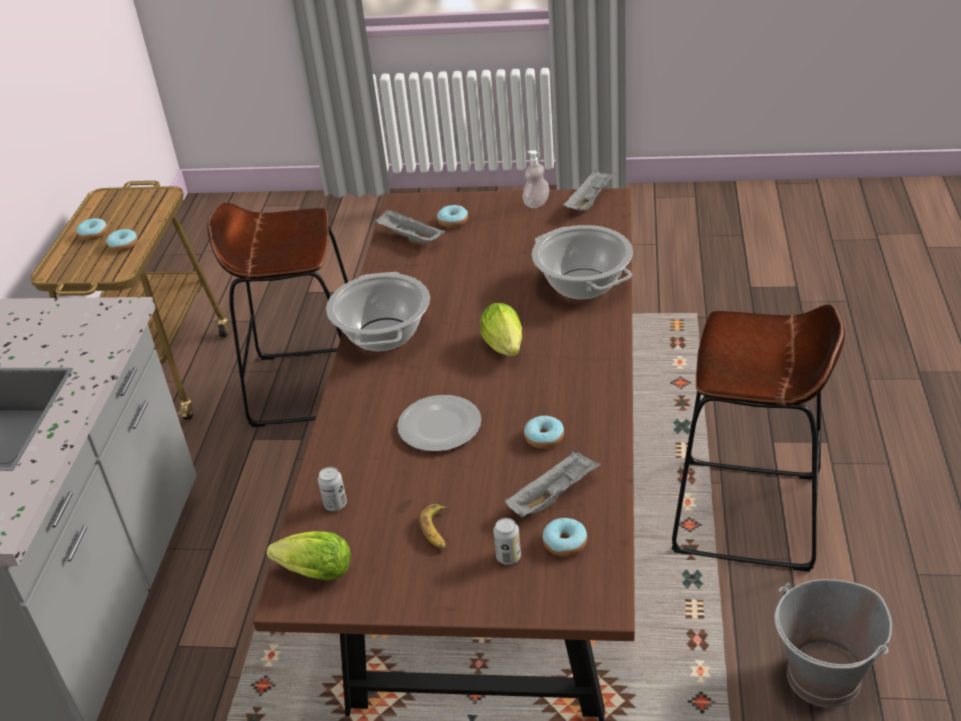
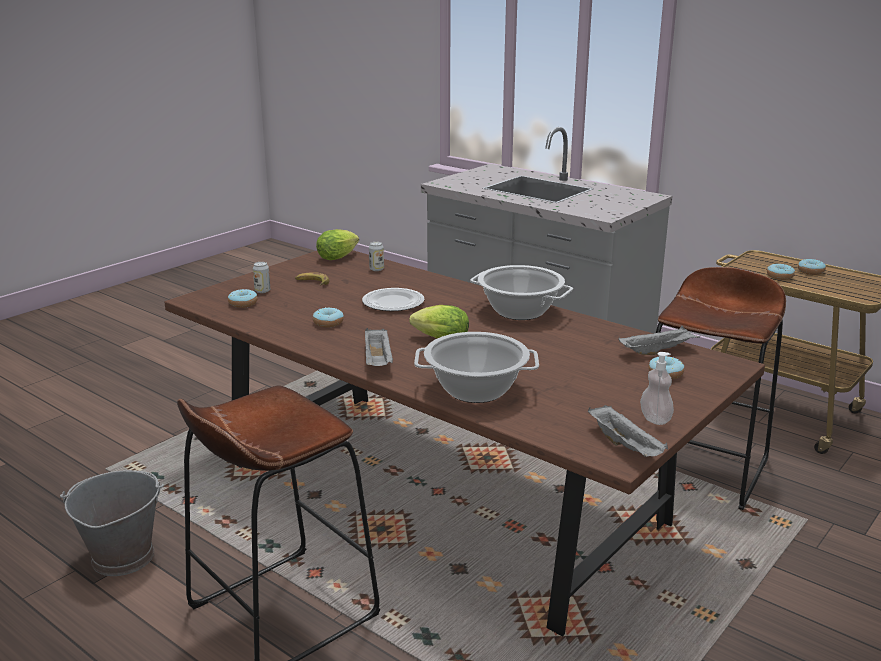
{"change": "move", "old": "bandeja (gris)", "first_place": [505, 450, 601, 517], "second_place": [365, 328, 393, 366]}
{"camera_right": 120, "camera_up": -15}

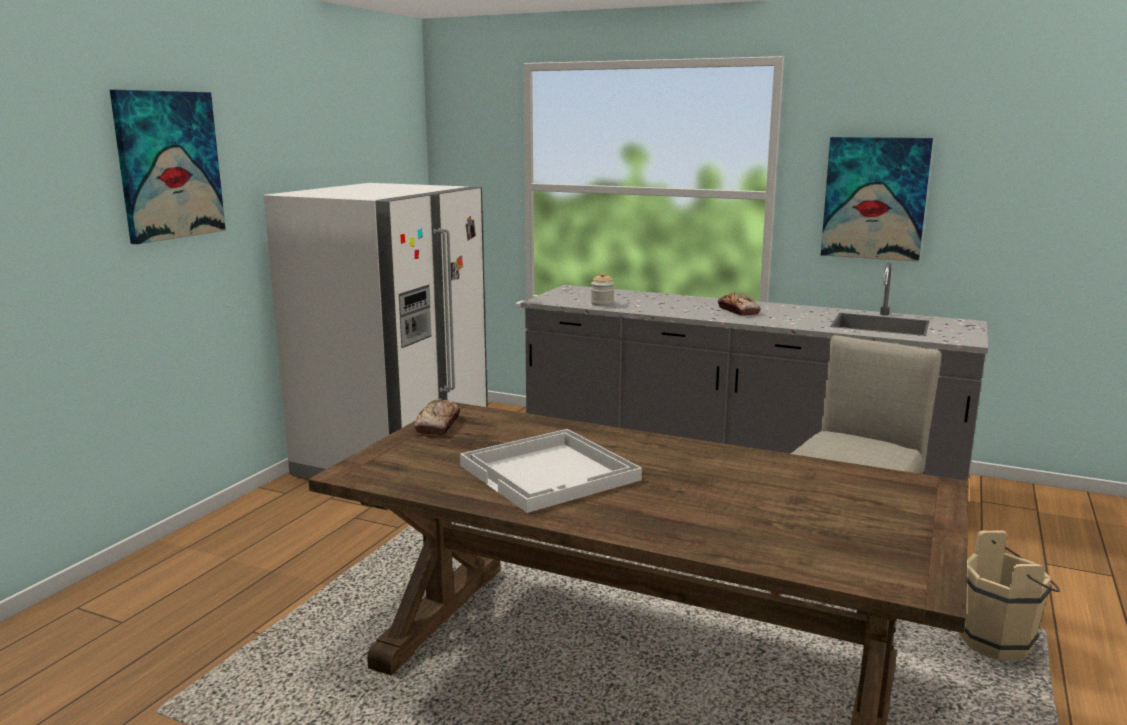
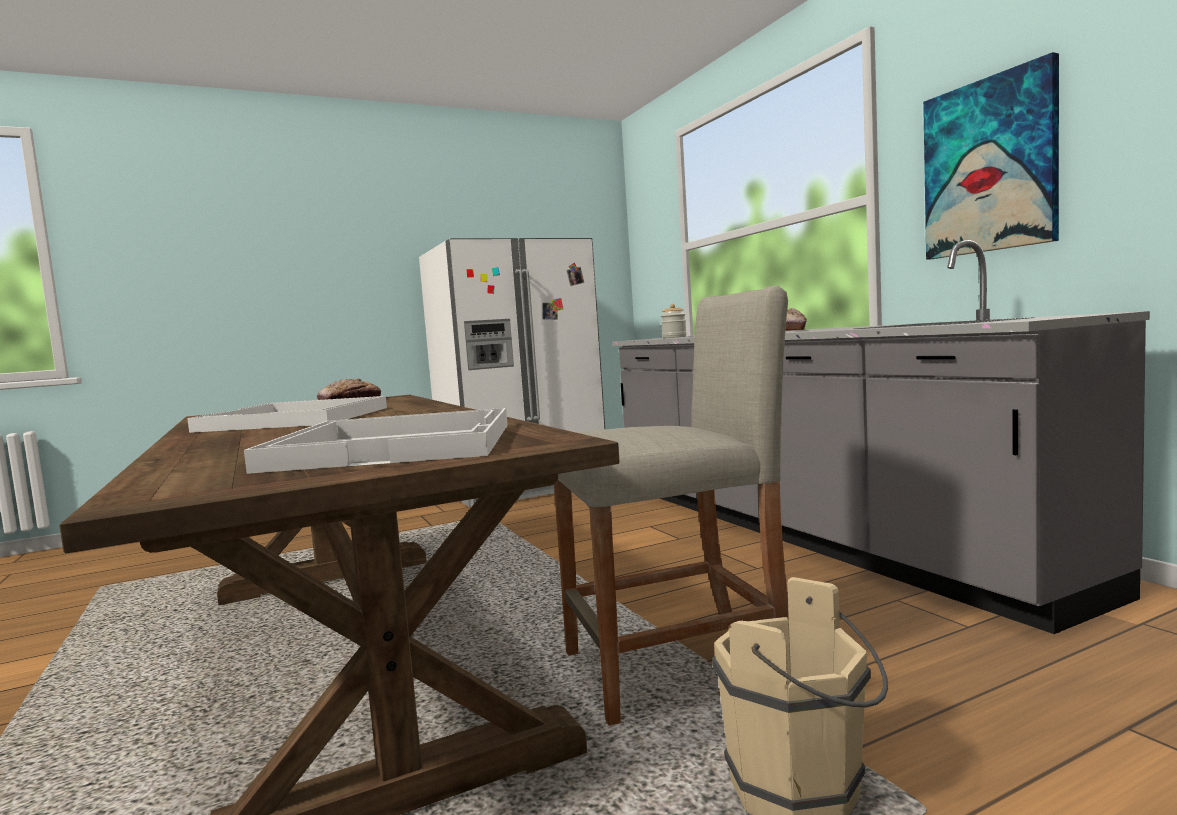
{"change": "delete", "old": "cuadro", "first_place": [110, 90, 226, 244]}
{"change": "insert", "new": "bandeja (blanco)", "second_place": [244, 408, 508, 474]}
{"camera_right": 40, "camera_up": -10}

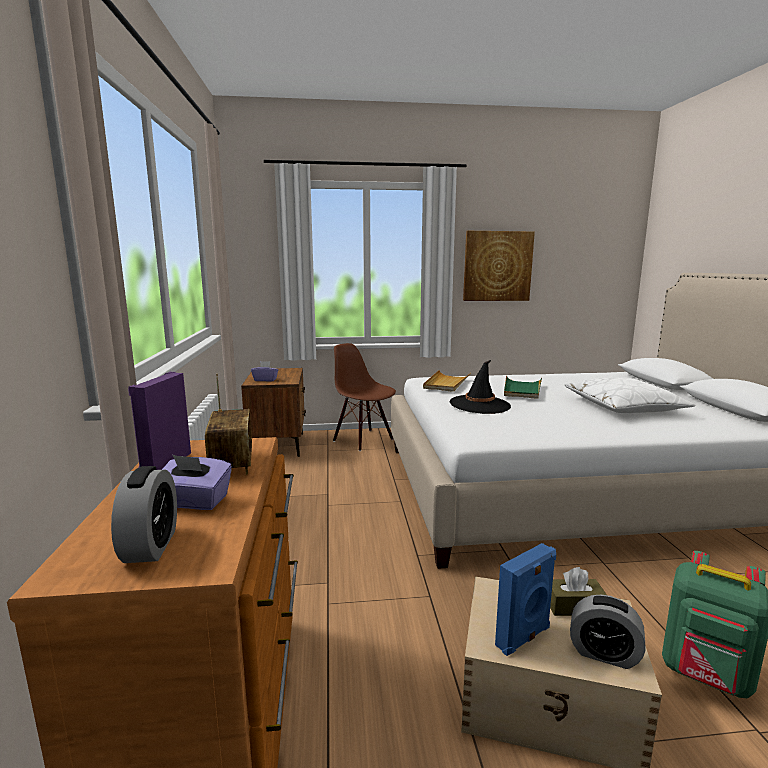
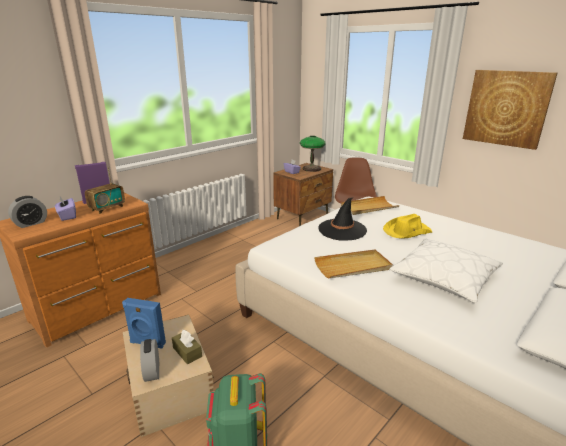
{"change": "insert", "new": "lámpara de mesa", "second_place": [300, 136, 326, 172]}
{"change": "insert", "new": "bandeja (beis)", "second_place": [314, 250, 393, 278]}
{"change": "replace", "old": "bandeja (verde)", "new": "sombrero (amarillo)", "first_place": [504, 375, 542, 399], "second_place": [383, 214, 433, 238]}
{"camera_right": 50, "camera_up": 10}

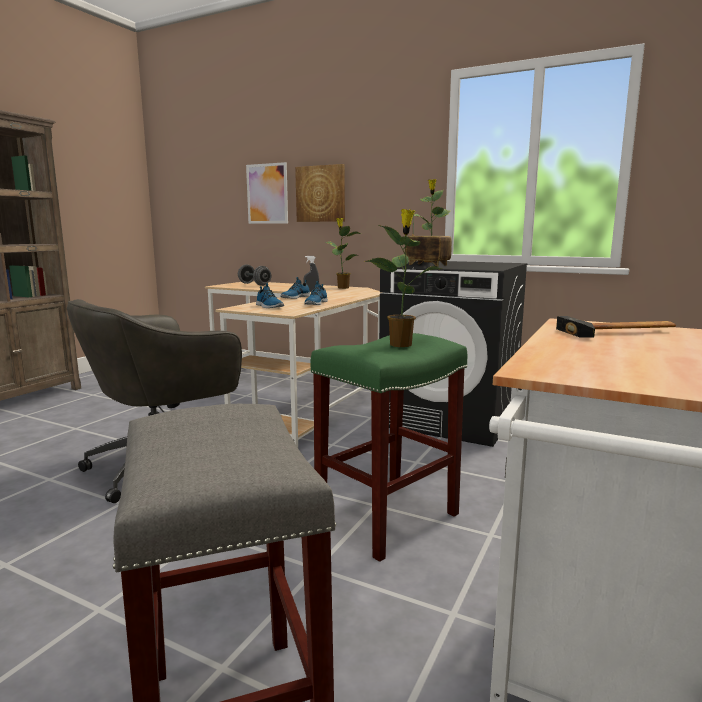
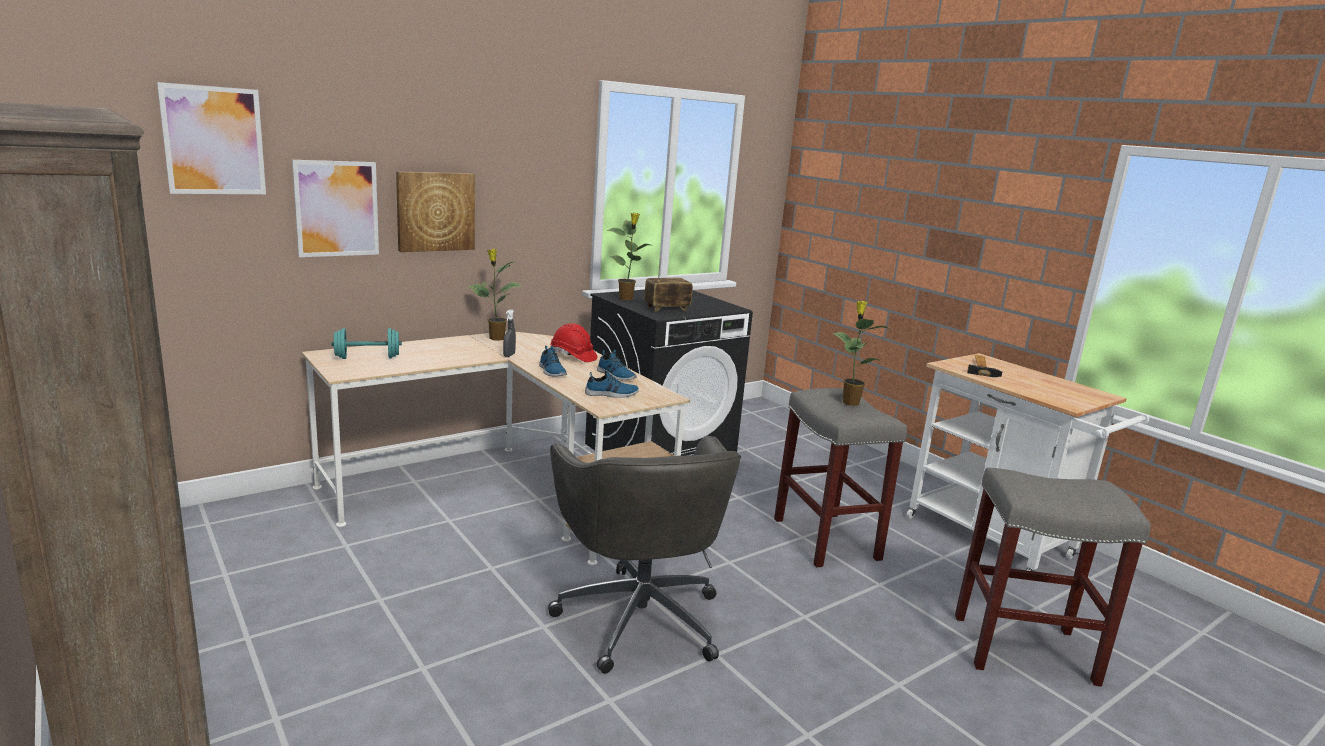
{"change": "insert", "new": "cuadro", "second_place": [157, 82, 266, 194]}
{"change": "insert", "new": "casco (rojo)", "second_place": [550, 323, 598, 362]}
{"change": "recolor", "old": "mancuerna (gris)", "new": "mancuerna (turquesa)", "first_place": [238, 264, 272, 286], "second_place": [332, 328, 402, 359]}
{"change": "recolor", "old": "taburete (verde)", "new": "taburete (gris)", "first_place": [311, 333, 467, 562], "second_place": [774, 388, 907, 567]}
{"camera_right": -65, "camera_up": 5}

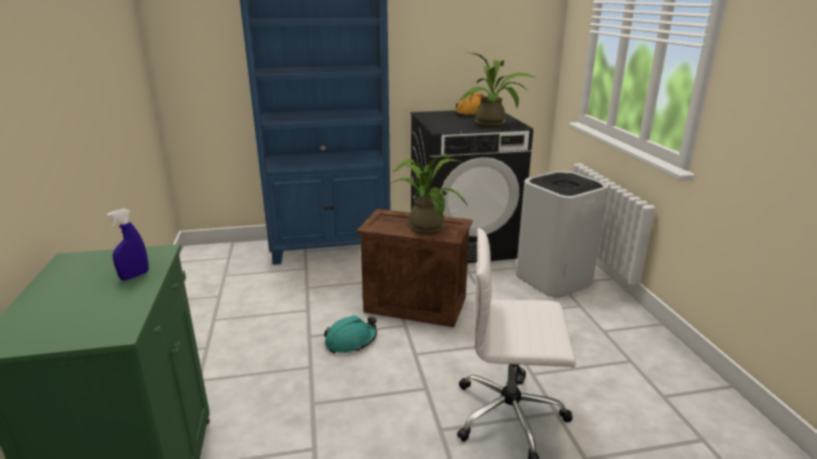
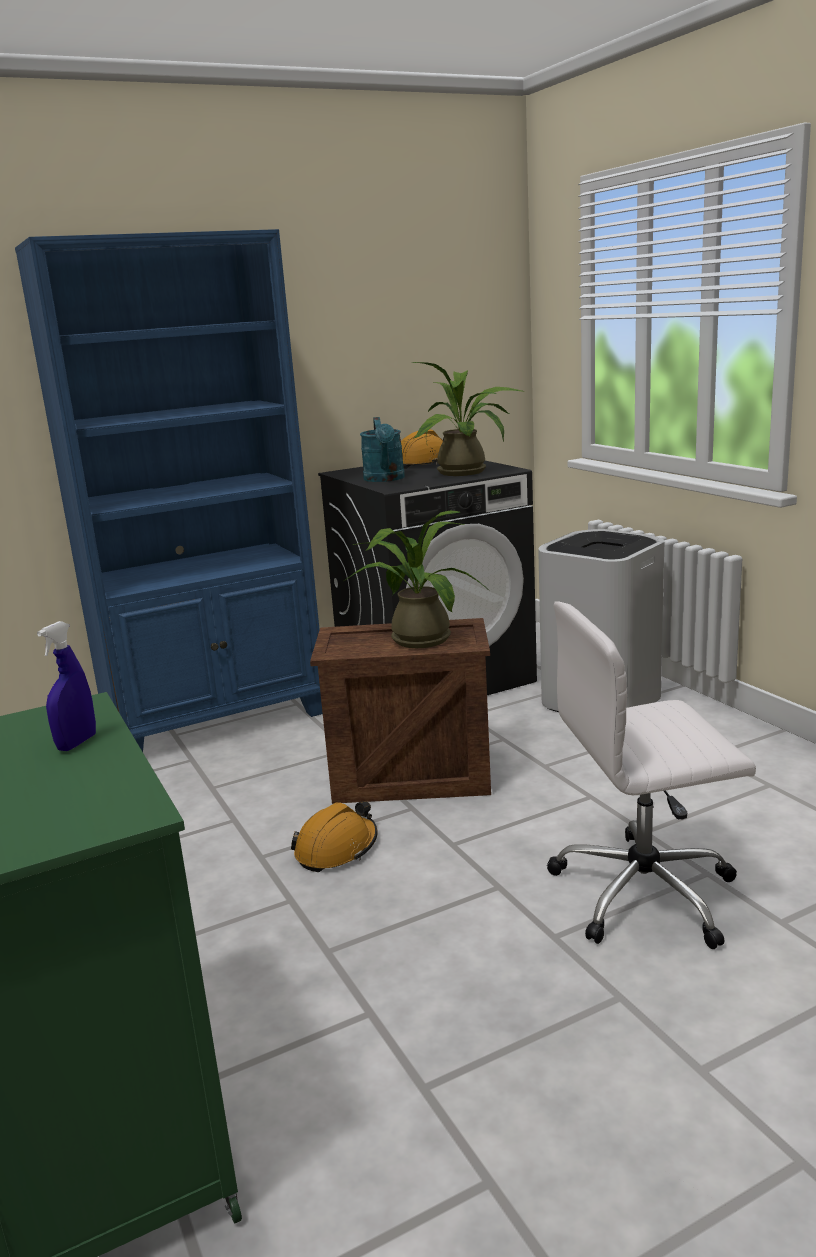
{"change": "insert", "new": "regadera (turquesa)", "second_place": [360, 417, 405, 482]}
{"change": "recolor", "old": "casco (turquesa)", "new": "casco (naranja)", "first_place": [324, 315, 377, 353], "second_place": [291, 801, 378, 872]}
{"camera_right": -15, "camera_up": -5}

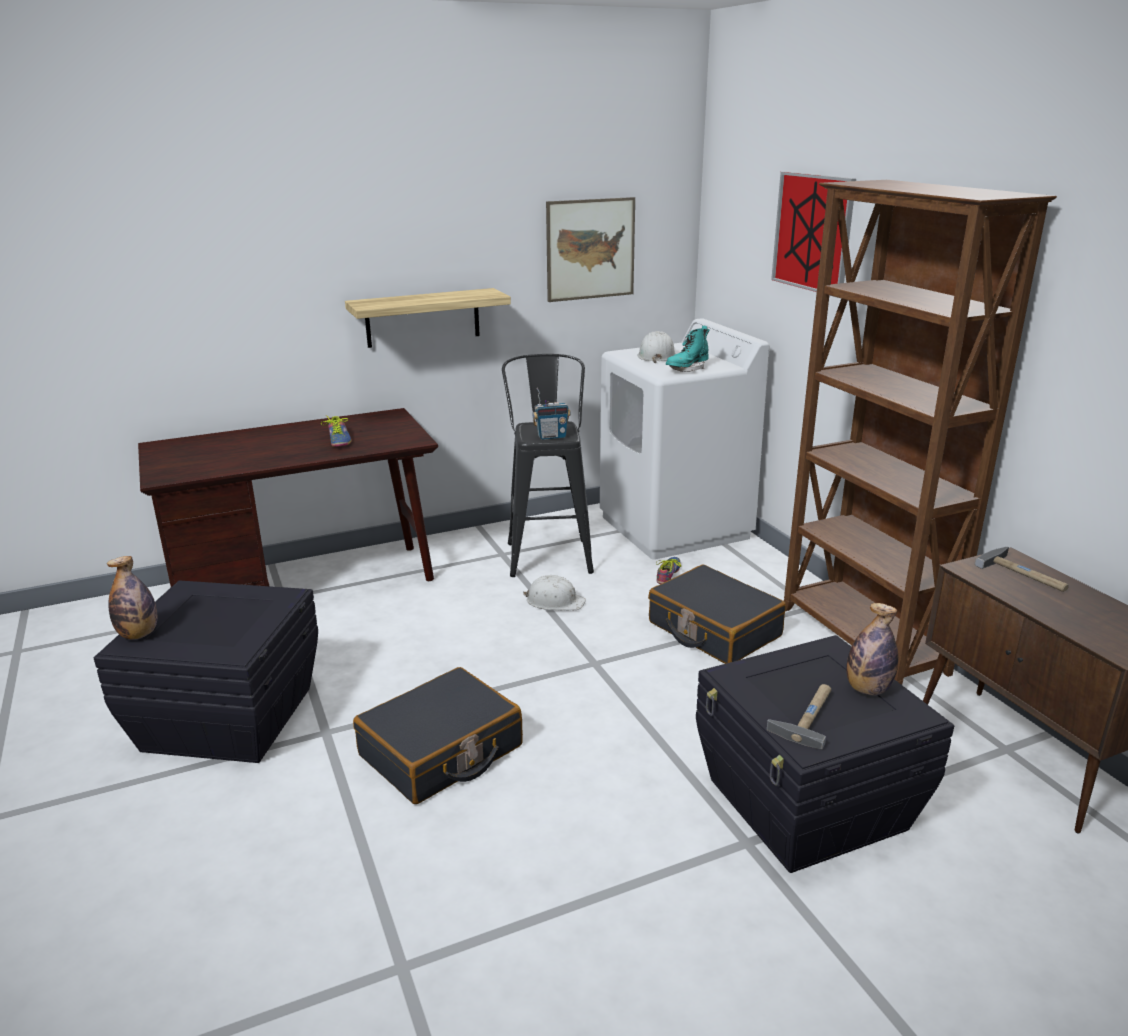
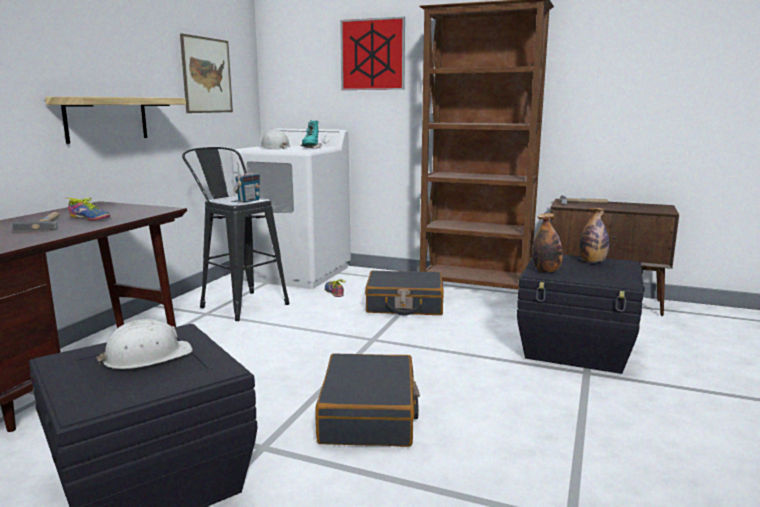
{"change": "move", "old": "botella", "first_place": [107, 556, 157, 640], "second_place": [532, 213, 563, 272]}
{"change": "move", "old": "casco (blanco)", "first_place": [523, 575, 586, 610], "second_place": [96, 319, 193, 369]}
{"change": "move", "old": "martillo", "first_place": [767, 684, 831, 750], "second_place": [12, 212, 60, 231]}
{"camera_right": -45, "camera_up": -10}

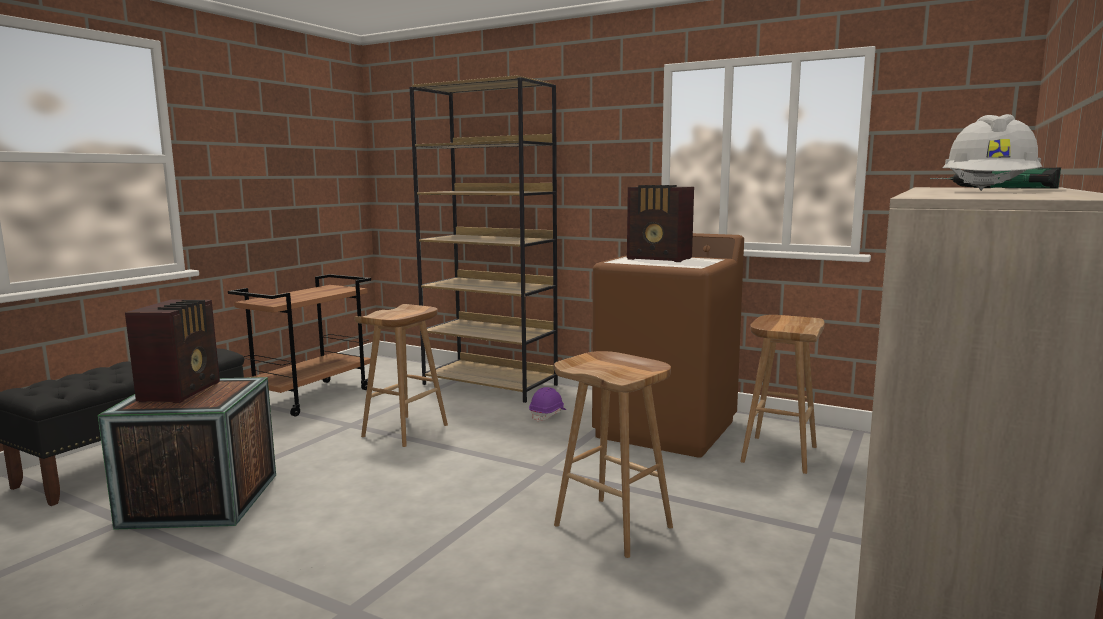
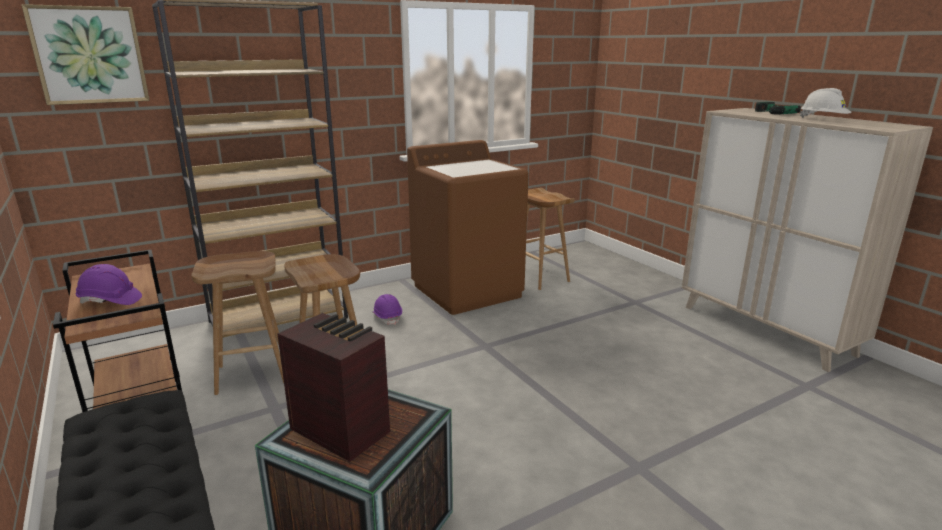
{"change": "delete", "old": "radio", "first_place": [627, 185, 694, 262]}
{"change": "insert", "new": "cuadro", "second_place": [21, 4, 150, 105]}
{"change": "insert", "new": "casco (morado)", "second_place": [76, 264, 142, 305]}
{"change": "move", "old": "taburete (marrón)", "first_place": [554, 351, 673, 558], "second_place": [192, 251, 284, 395]}
{"camera_right": -60, "camera_up": 10}

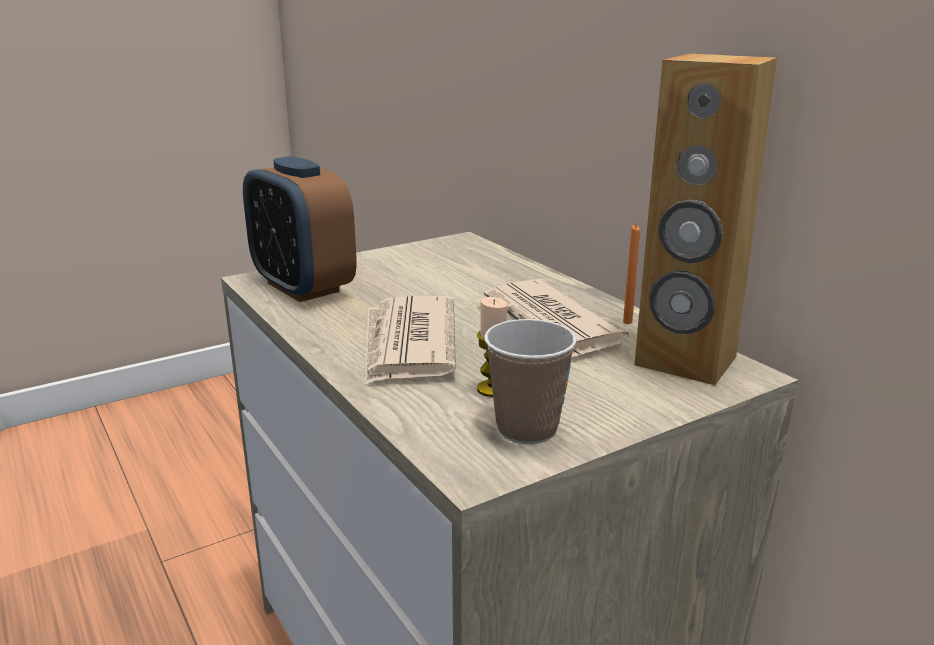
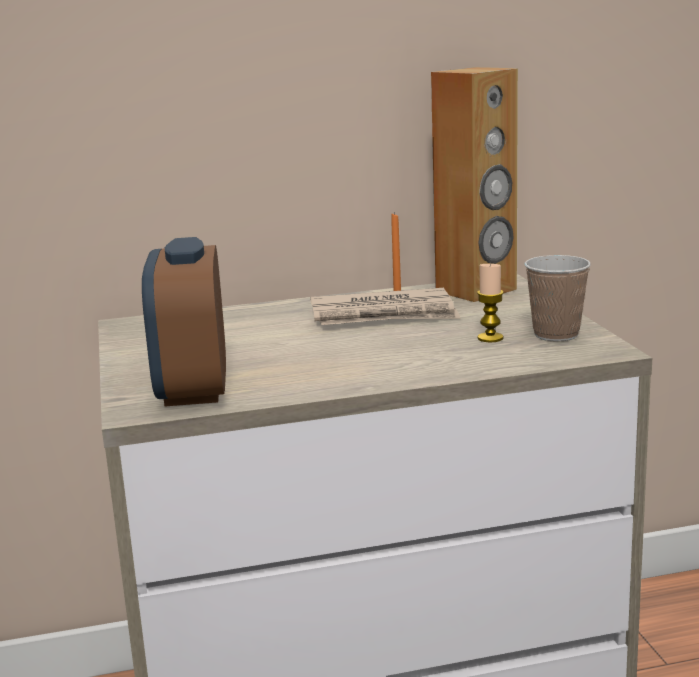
{"change": "delete", "old": "periódico", "first_place": [365, 296, 456, 385]}
{"change": "rotate", "old": "despertador", "first_place": [243, 156, 356, 302], "second_place": [142, 237, 226, 406], "degrees": 105}
{"camera_right": -70, "camera_up": -5}

